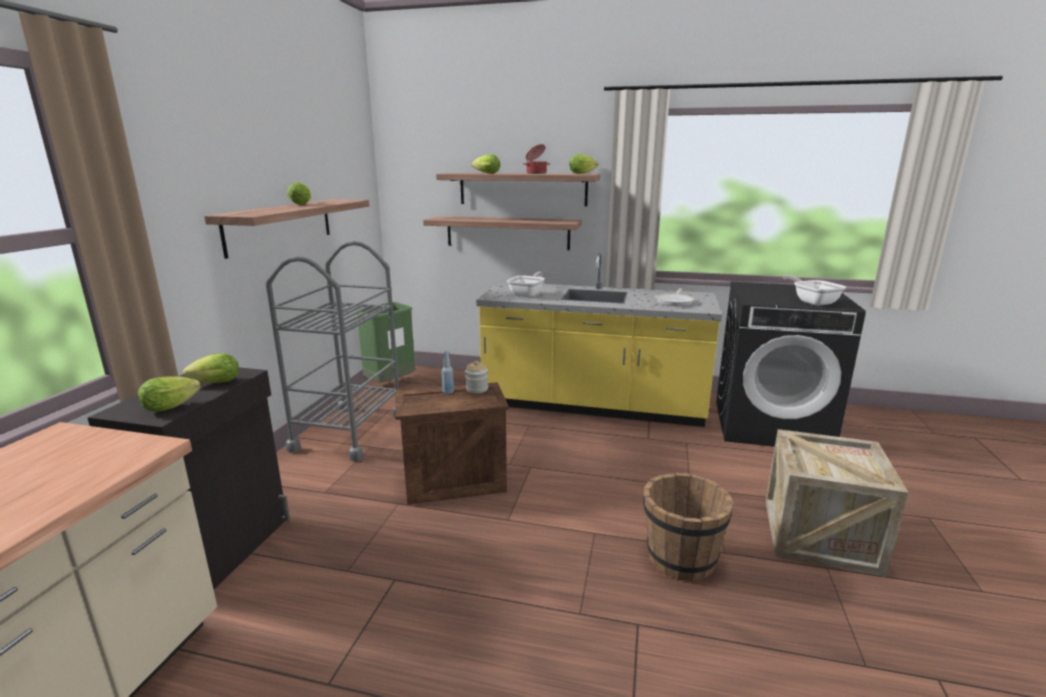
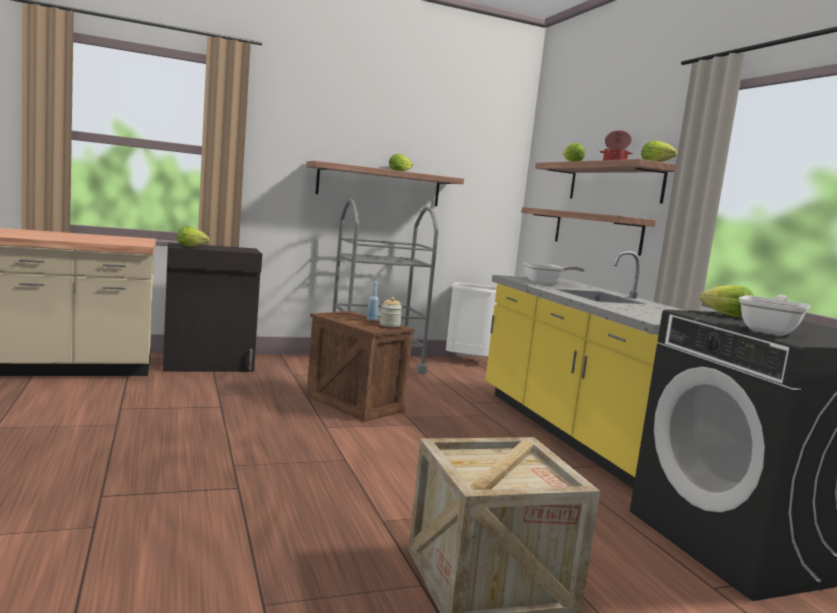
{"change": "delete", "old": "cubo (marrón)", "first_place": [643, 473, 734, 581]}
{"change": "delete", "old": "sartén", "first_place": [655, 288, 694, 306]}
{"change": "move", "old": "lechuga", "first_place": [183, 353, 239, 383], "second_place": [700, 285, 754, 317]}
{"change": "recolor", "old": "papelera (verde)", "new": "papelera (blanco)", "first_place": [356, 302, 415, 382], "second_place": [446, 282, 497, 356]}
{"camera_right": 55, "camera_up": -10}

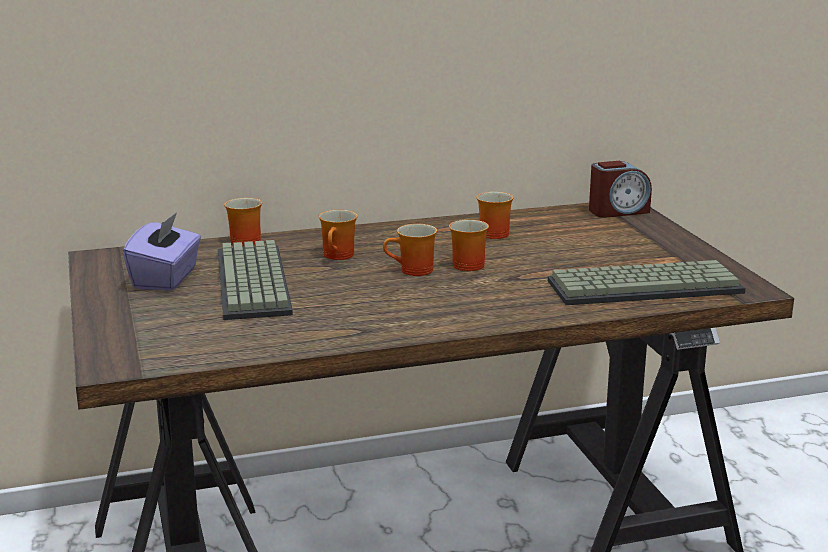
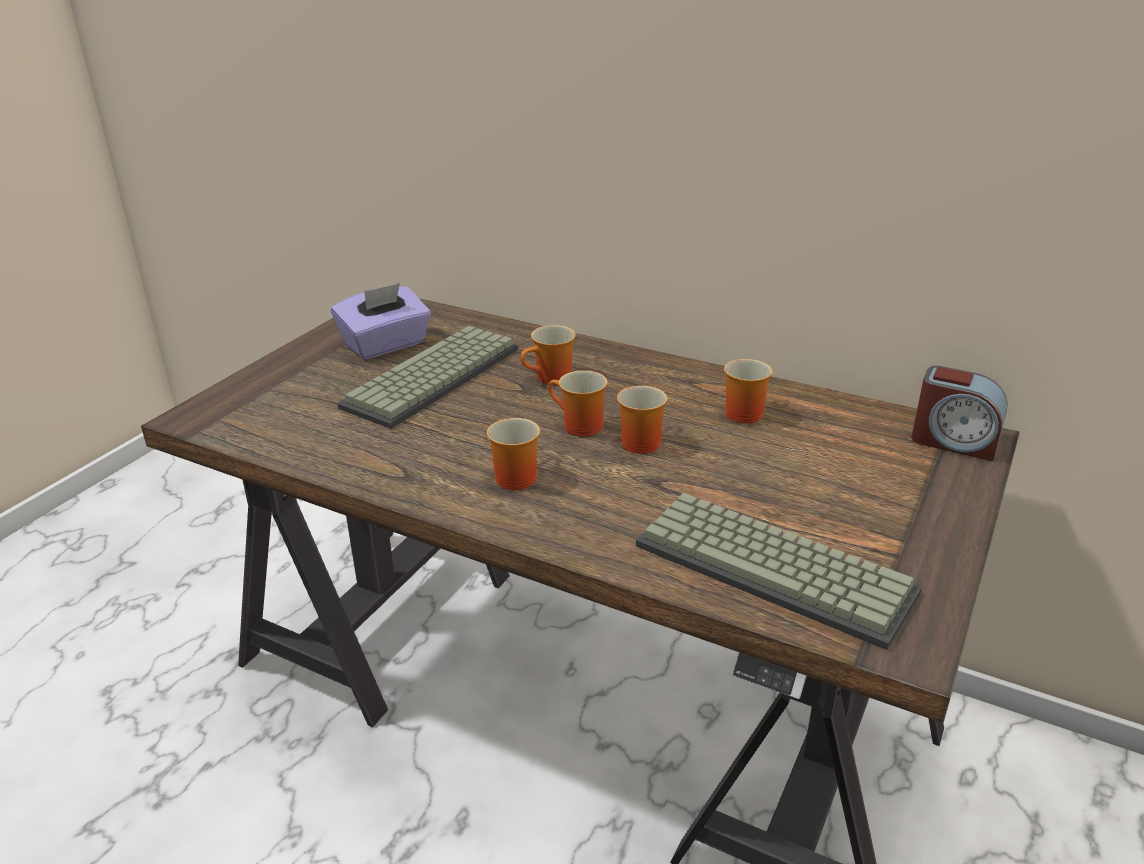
{"change": "move", "old": "taza grande", "first_place": [224, 198, 262, 246], "second_place": [487, 418, 540, 490]}
{"camera_right": 45, "camera_up": 10}

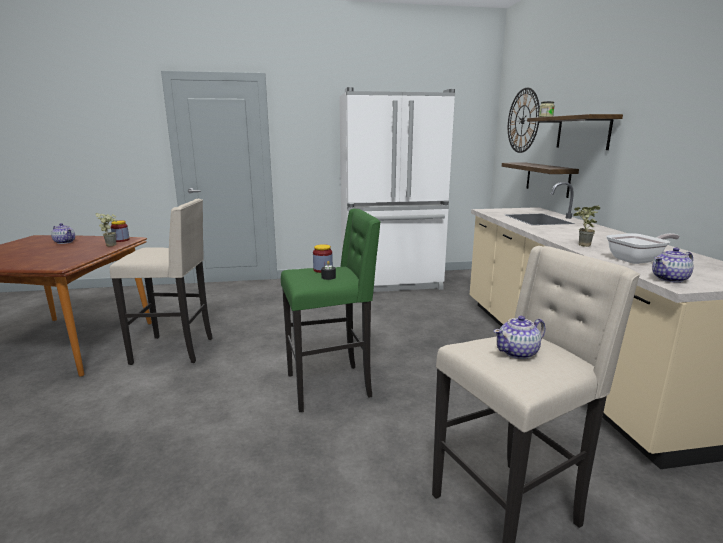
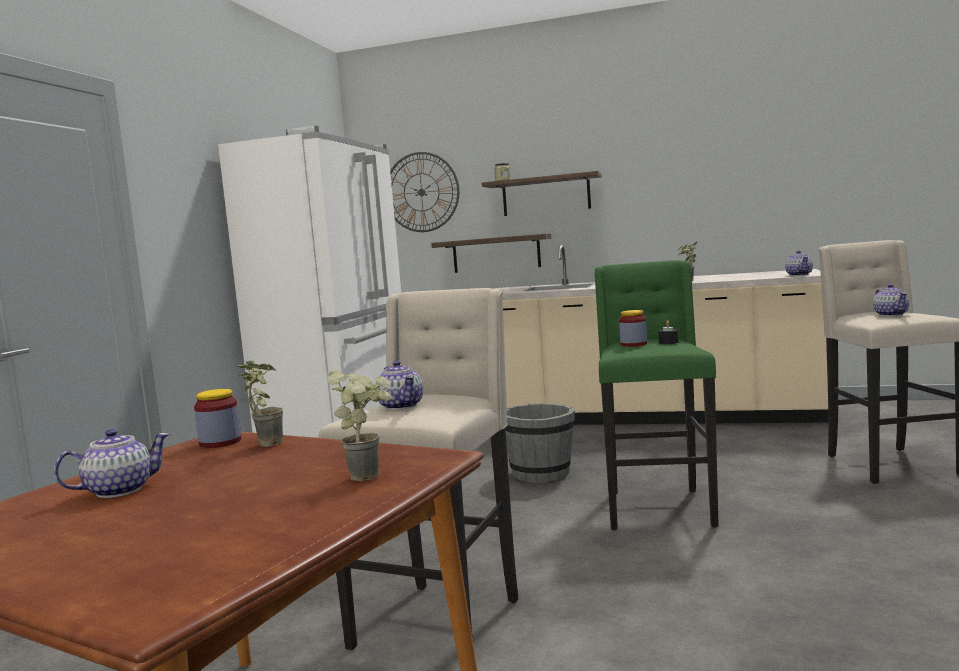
{"change": "delete", "old": "sartén", "first_place": [606, 233, 680, 264]}
{"change": "insert", "new": "planta en maceta", "second_place": [327, 371, 392, 481]}
{"change": "insert", "new": "tetera", "second_place": [375, 361, 423, 410]}
{"change": "insert", "new": "cubo (gris)", "second_place": [506, 403, 575, 483]}
{"camera_right": -65, "camera_up": -10}

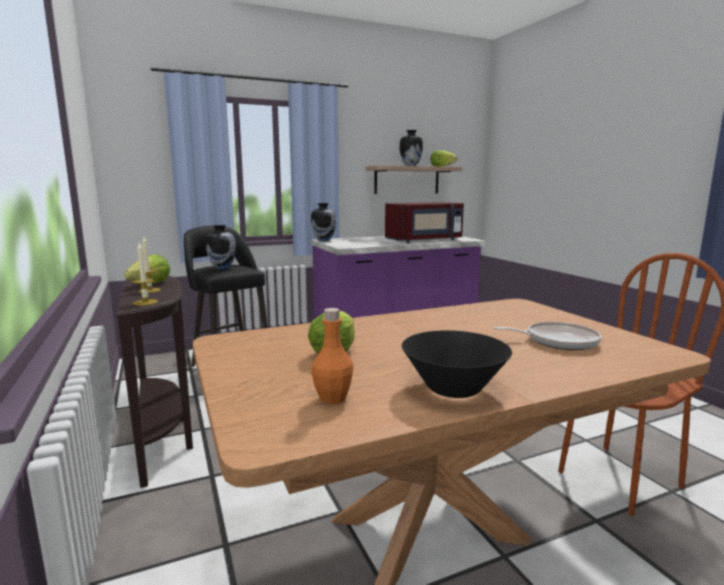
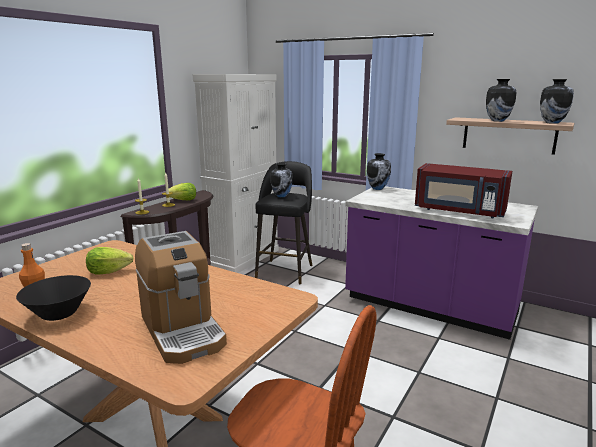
{"change": "insert", "new": "armario (blanco)", "second_place": [192, 74, 279, 273]}
{"change": "replace", "old": "lechuga", "new": "florero", "first_place": [431, 150, 457, 167], "second_place": [540, 79, 574, 124]}
{"change": "replace", "old": "sartén", "new": "cafetera", "first_place": [494, 322, 602, 350], "second_place": [135, 231, 227, 364]}
{"camera_right": 55, "camera_up": 5}

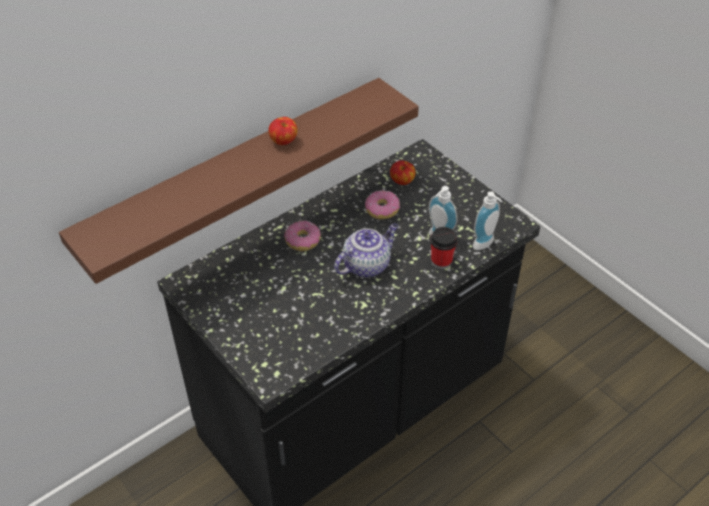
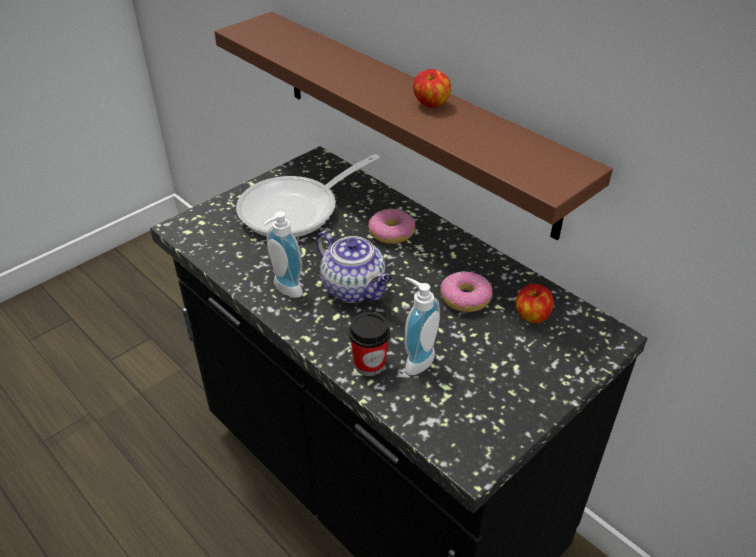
{"change": "insert", "new": "sartén", "second_place": [236, 154, 379, 238]}
{"change": "move", "old": "dispensador de jabón", "first_place": [473, 191, 503, 250], "second_place": [263, 211, 303, 298]}
{"camera_right": 85, "camera_up": -5}

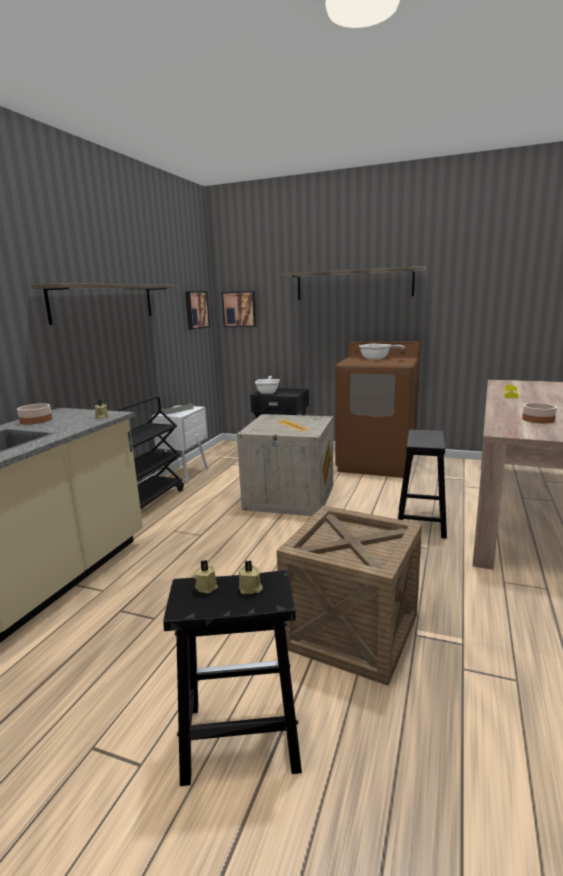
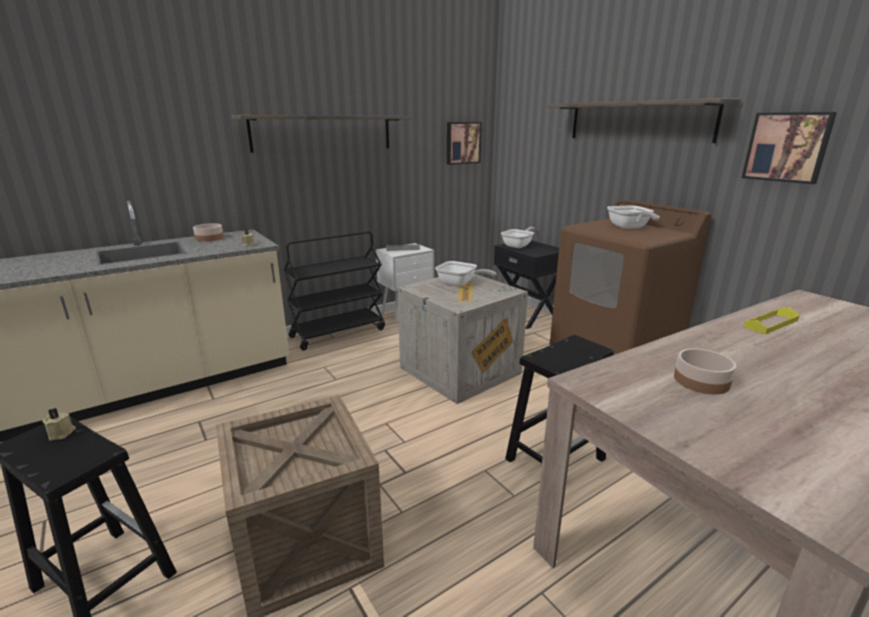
{"change": "delete", "old": "vela (beis)", "first_place": [238, 561, 263, 594]}
{"change": "insert", "new": "sartén", "second_place": [435, 261, 496, 287]}
{"change": "move", "old": "cuadro", "first_place": [222, 291, 257, 327], "second_place": [742, 112, 837, 184]}
{"camera_right": 35, "camera_up": 5}

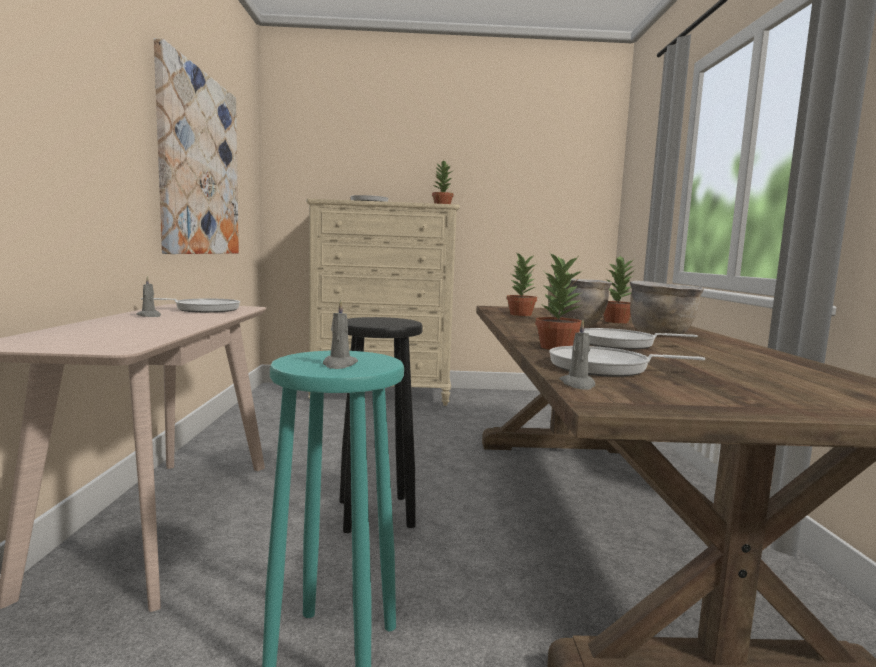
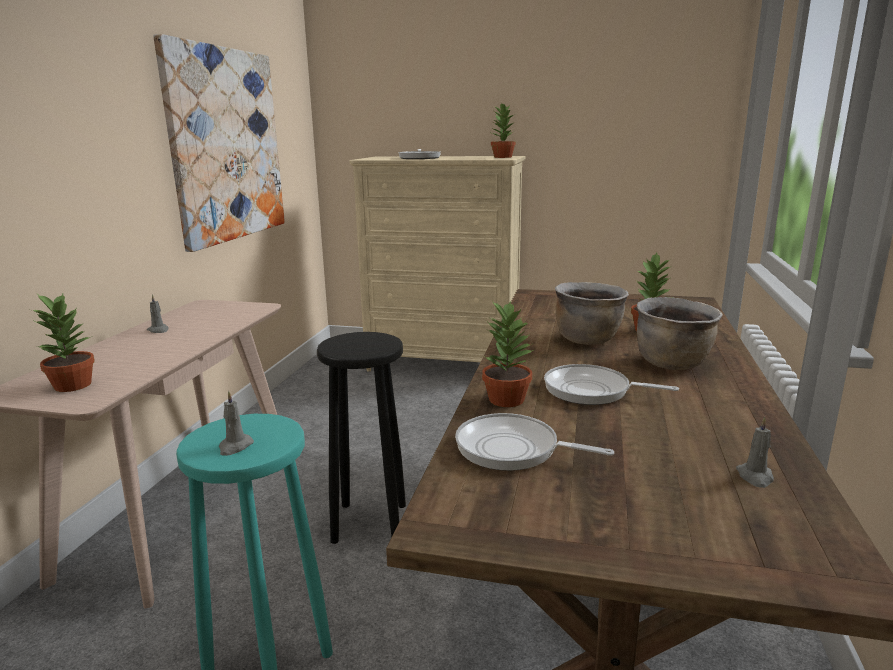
{"change": "delete", "old": "sartén", "first_place": [141, 298, 240, 313]}
{"change": "move", "old": "planta en maceta", "first_place": [507, 252, 538, 316], "second_place": [32, 294, 95, 392]}
{"change": "move", "old": "vela (gris)", "first_place": [559, 319, 595, 390], "second_place": [736, 417, 774, 488]}
{"camera_right": 15, "camera_up": 10}

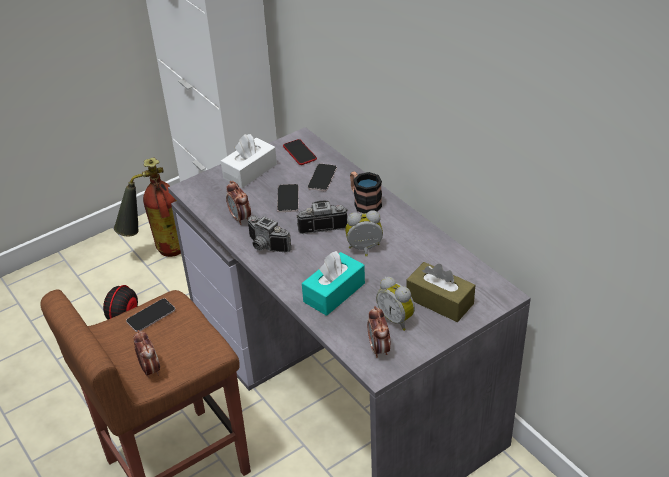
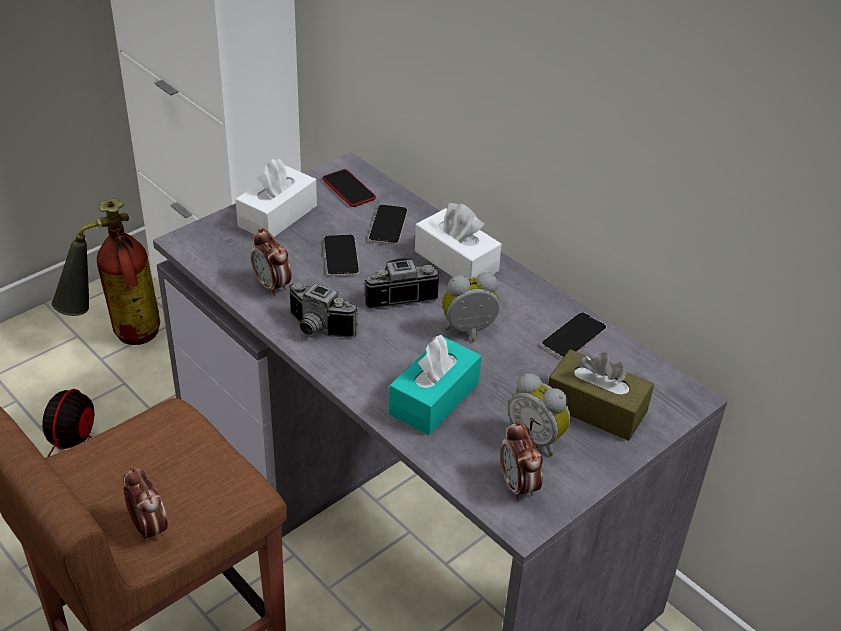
{"change": "move", "old": "móvil", "first_place": [126, 298, 175, 332], "second_place": [541, 312, 607, 359]}
{"change": "replace", "old": "taza grande", "new": "caja de pañuelos (blanco)", "first_place": [350, 171, 382, 213], "second_place": [415, 203, 502, 278]}
{"camera_right": -10, "camera_up": 0}

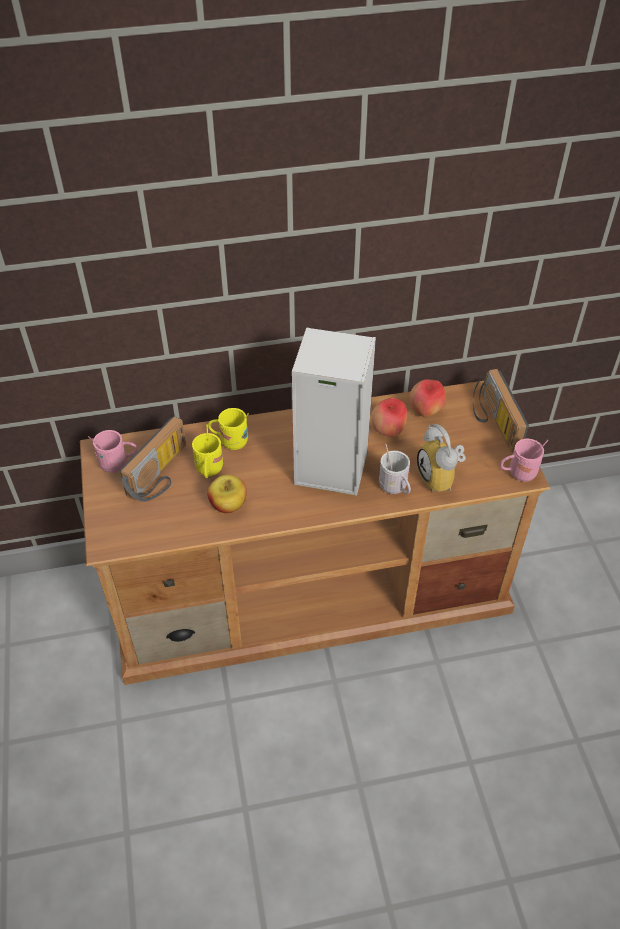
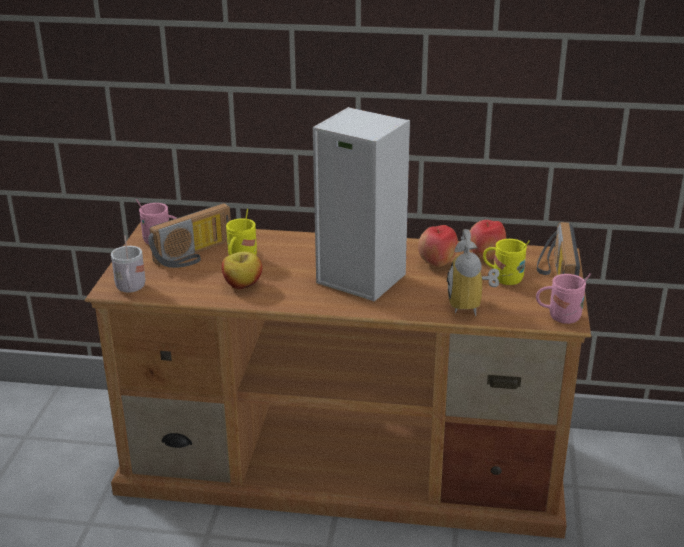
{"change": "move", "old": "taza grande (amarillo)", "first_place": [208, 408, 249, 450], "second_place": [483, 239, 530, 285]}
{"change": "move", "old": "taza grande (blanco)", "first_place": [379, 444, 411, 494], "second_place": [111, 235, 146, 293]}
{"camera_right": 20, "camera_up": -20}

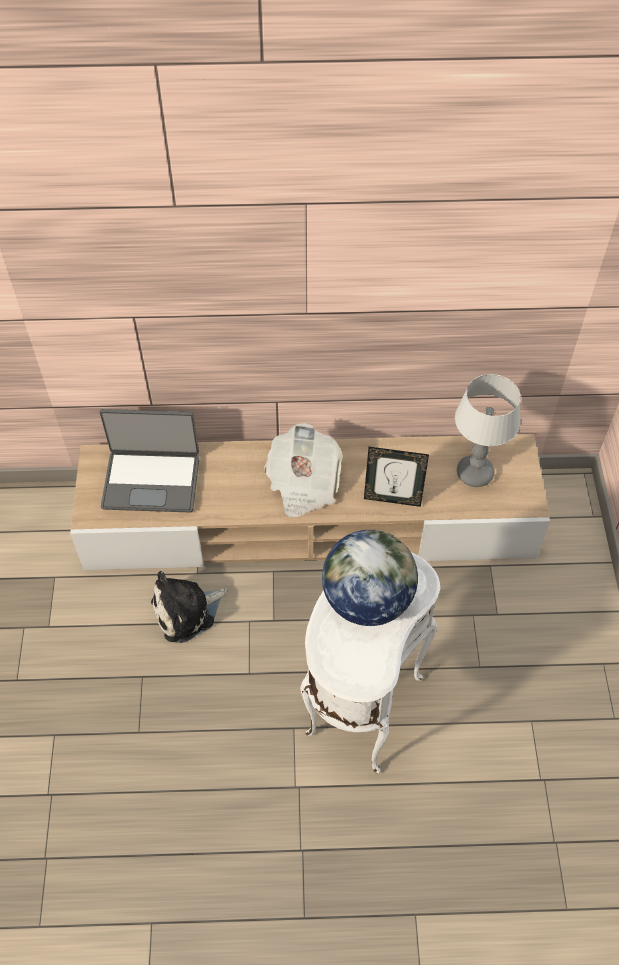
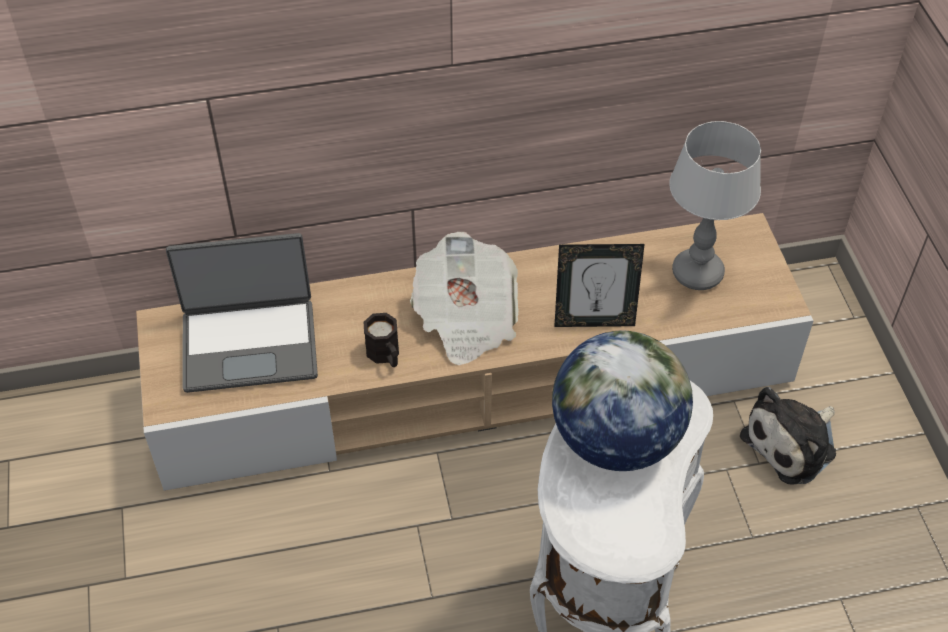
{"change": "insert", "new": "taza grande (negro)", "second_place": [364, 313, 399, 367]}
{"change": "move", "old": "peluche", "first_place": [151, 571, 227, 643], "second_place": [740, 387, 836, 485]}
{"camera_right": -10, "camera_up": -5}

